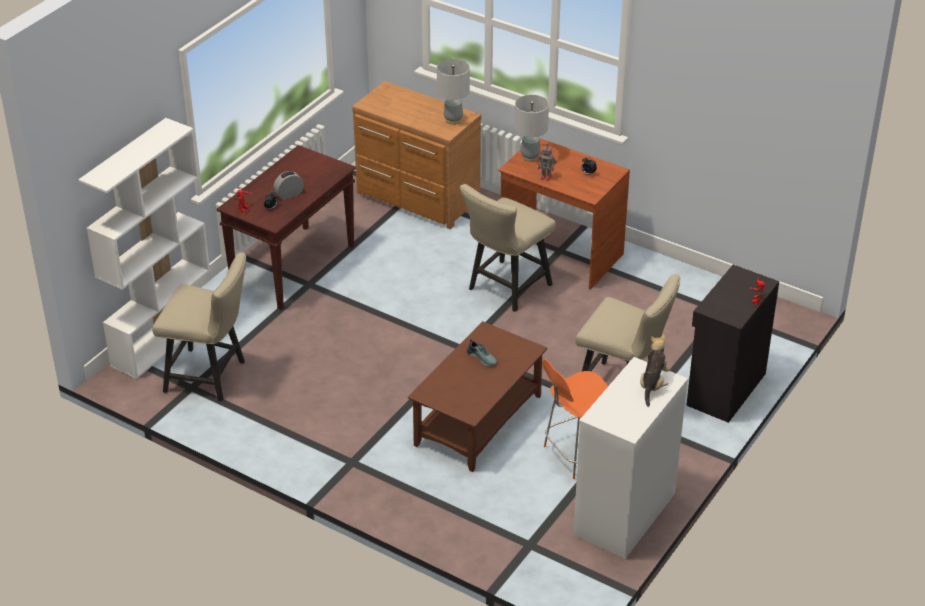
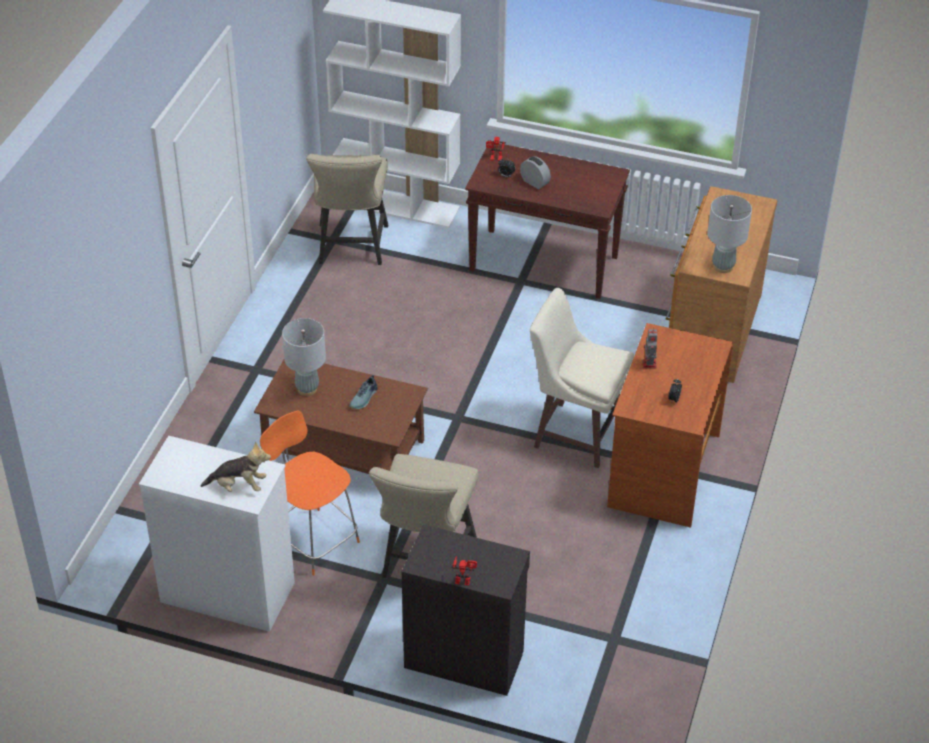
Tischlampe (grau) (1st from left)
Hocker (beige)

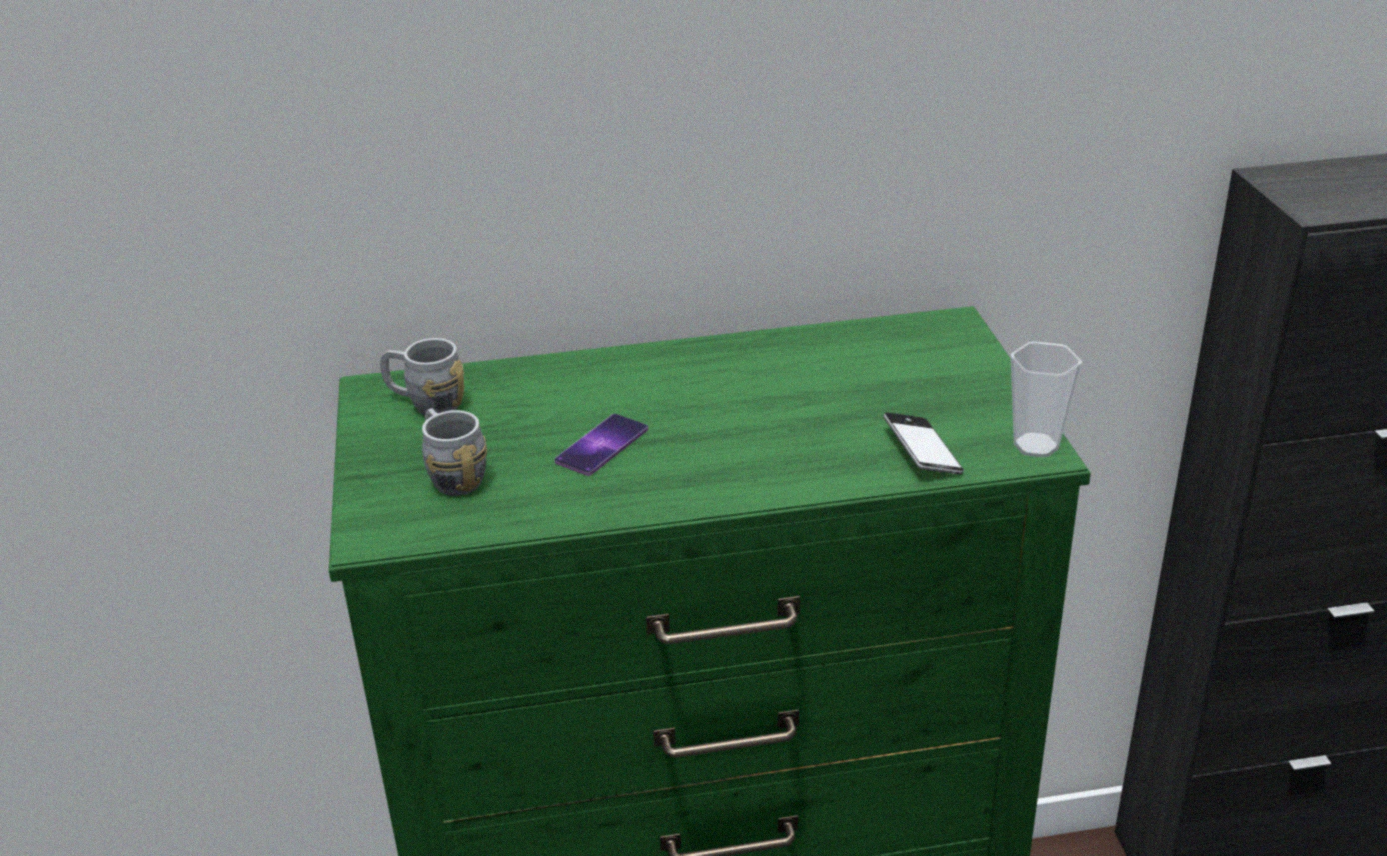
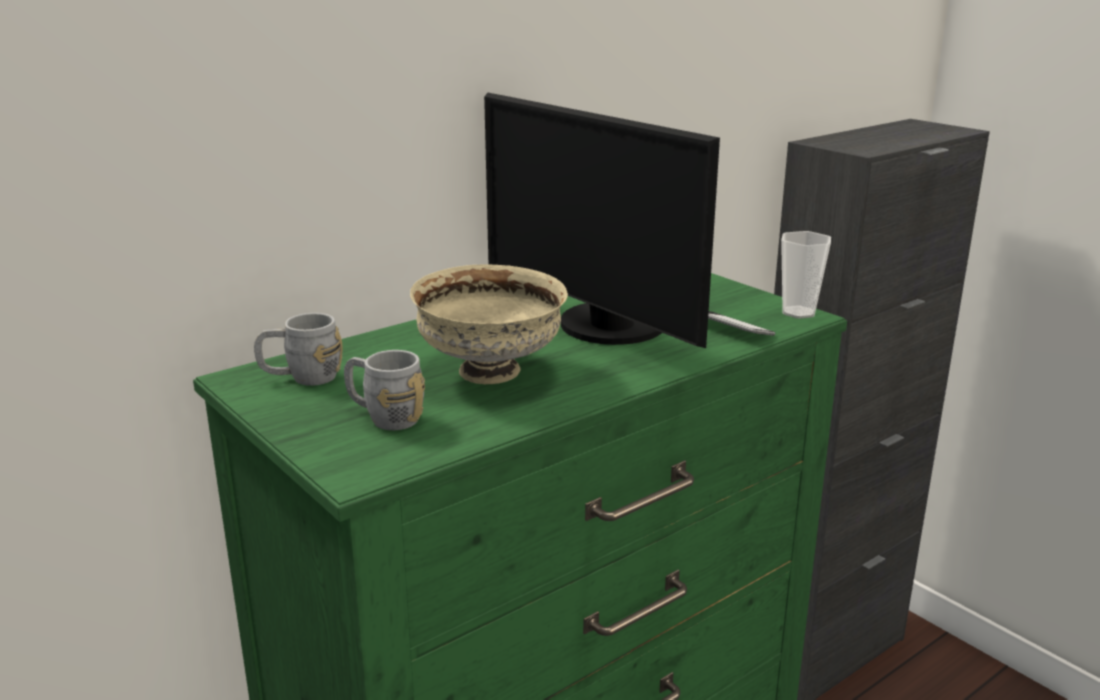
Schüssel (beige)
Monitor

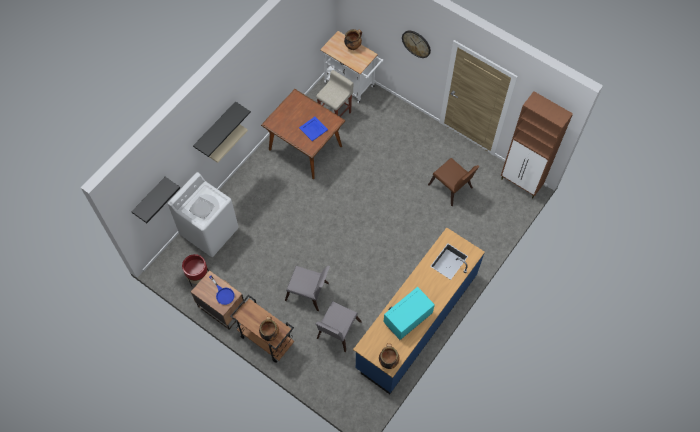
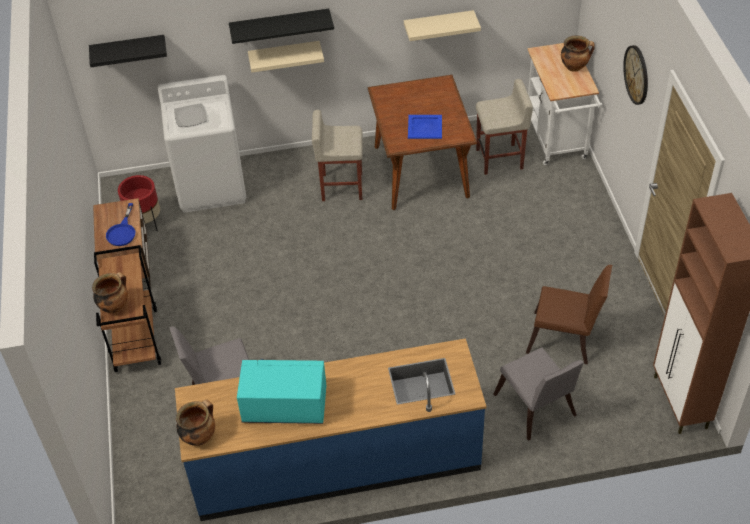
Hocker (beige) (1st from left)
Wandregal (beige) (2nd from left)
Stuhl (grau) (2nd from left)
Stuhl (braun)

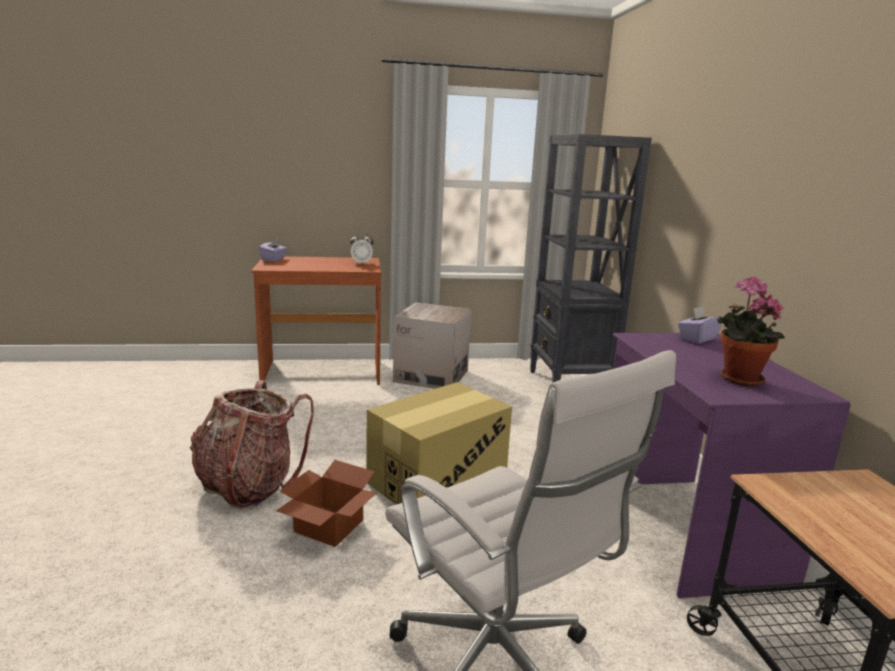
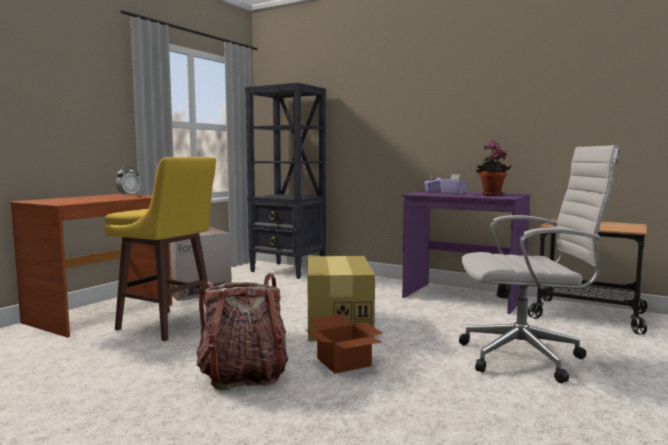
Hocker (gelb)
Taschentuchbox (lila) (2nd from left)

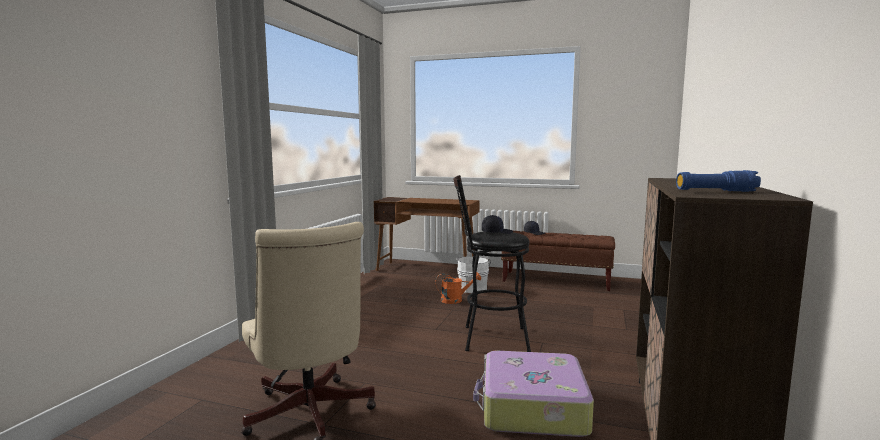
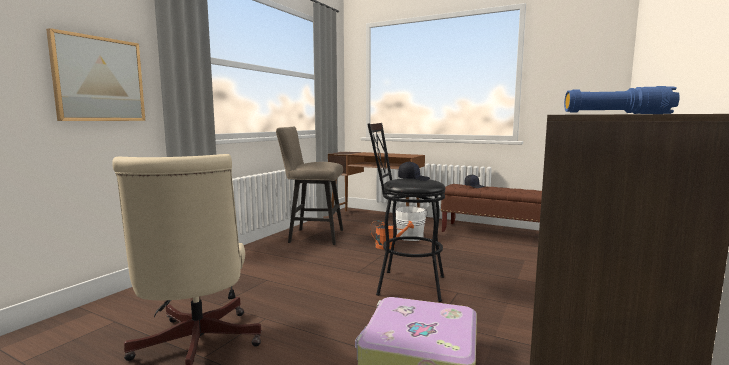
Bild
Hocker (beige)

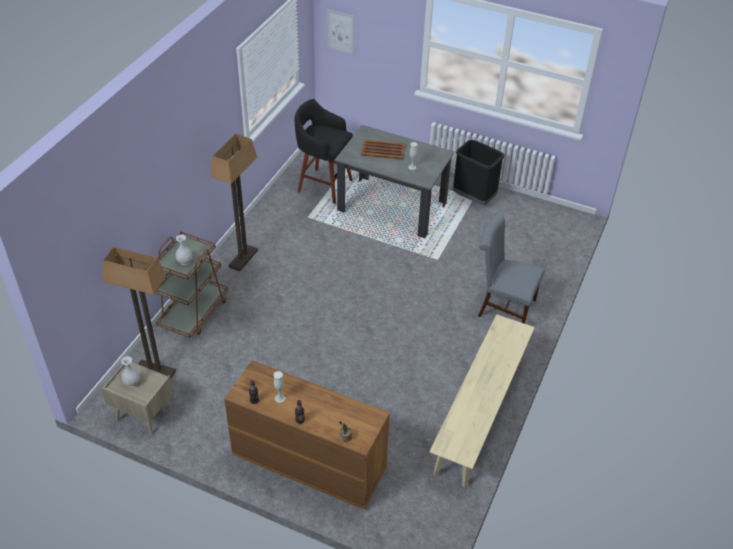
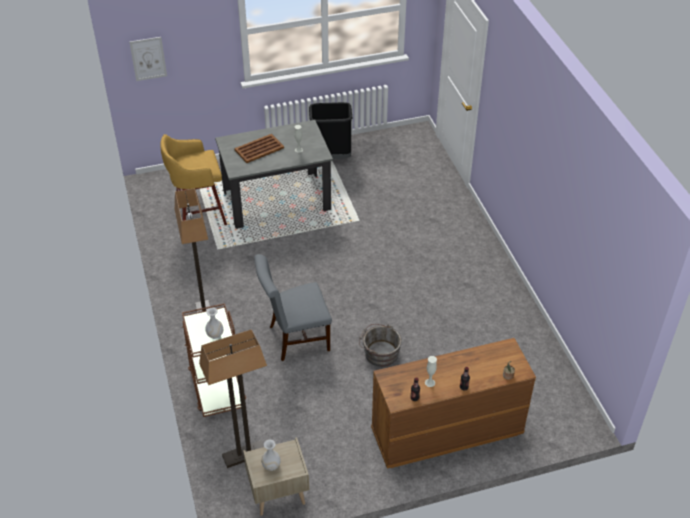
Hocker (gelb)
Stuhl (grau)
Eimer (grau)
Bank (beige)

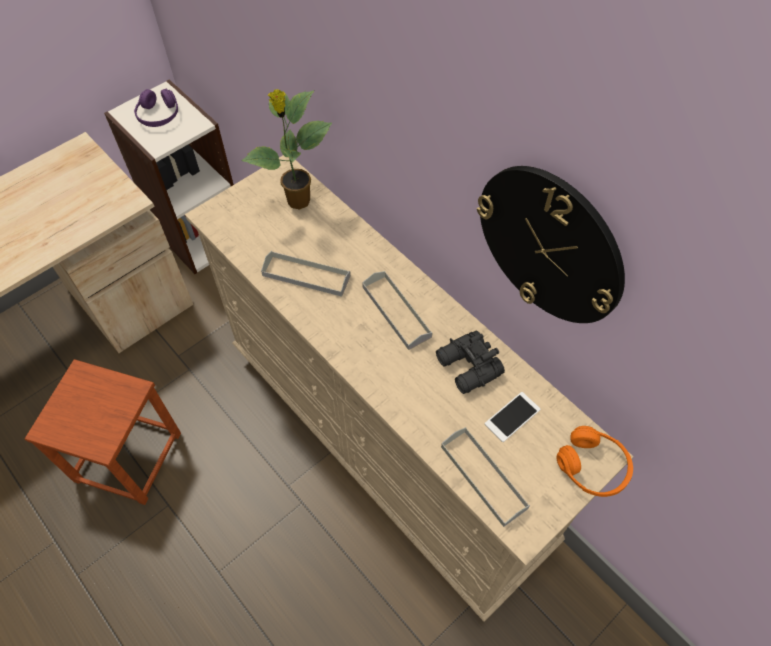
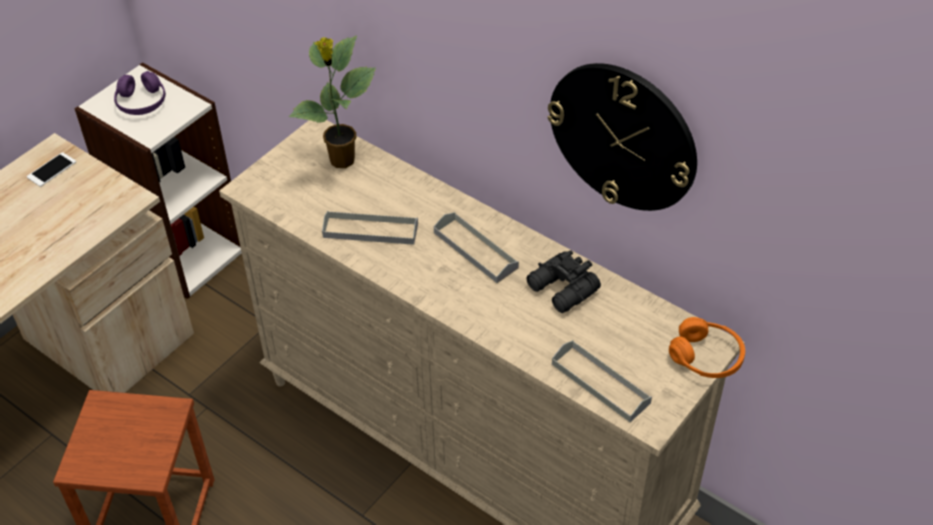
Handy

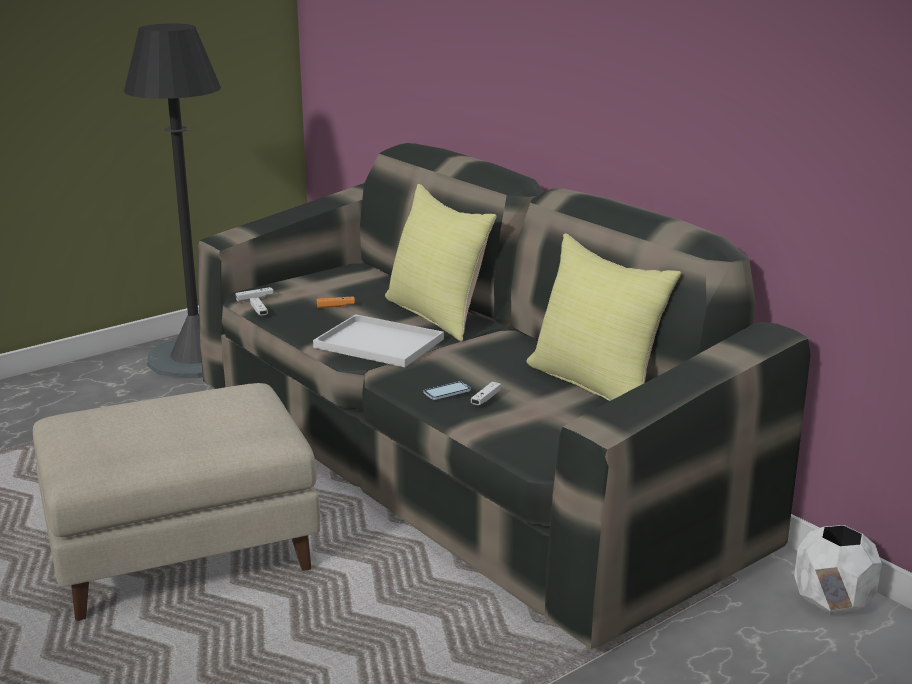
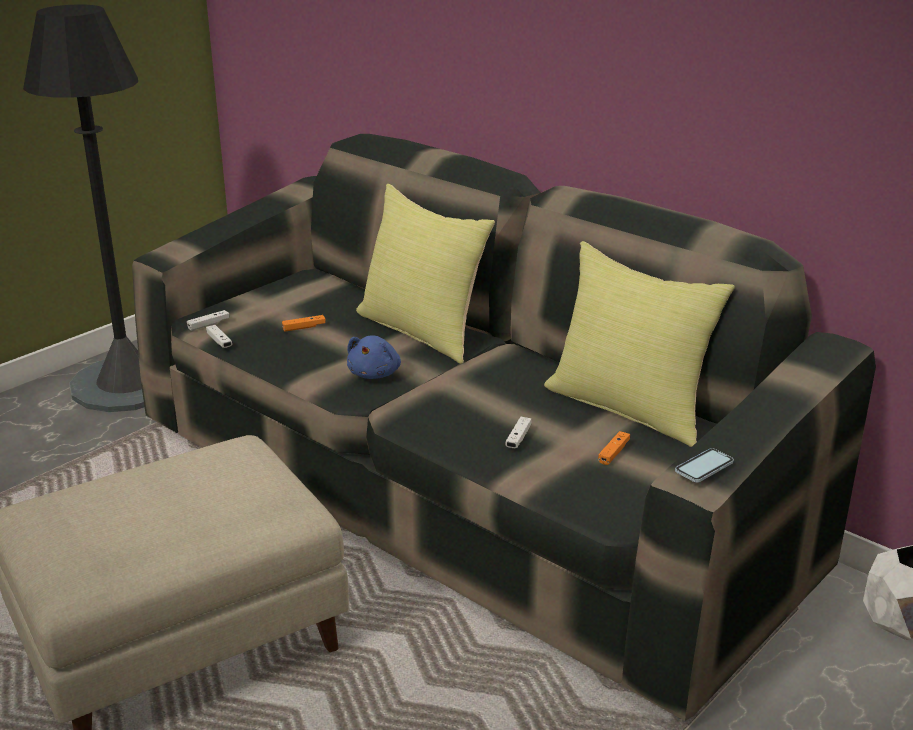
Plüschtier (blau)
Gamepad (orange) (2nd from left)
Handy

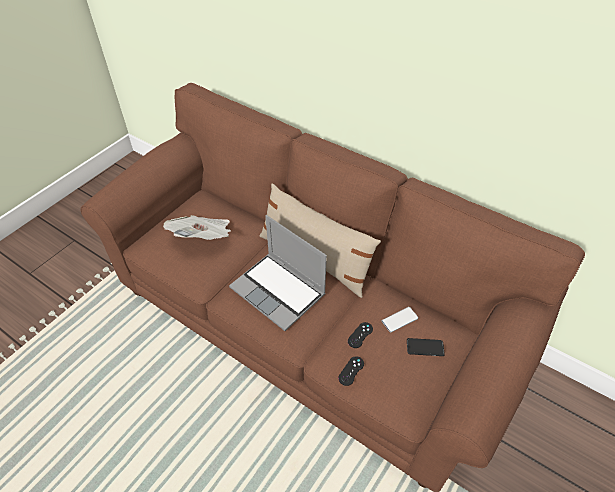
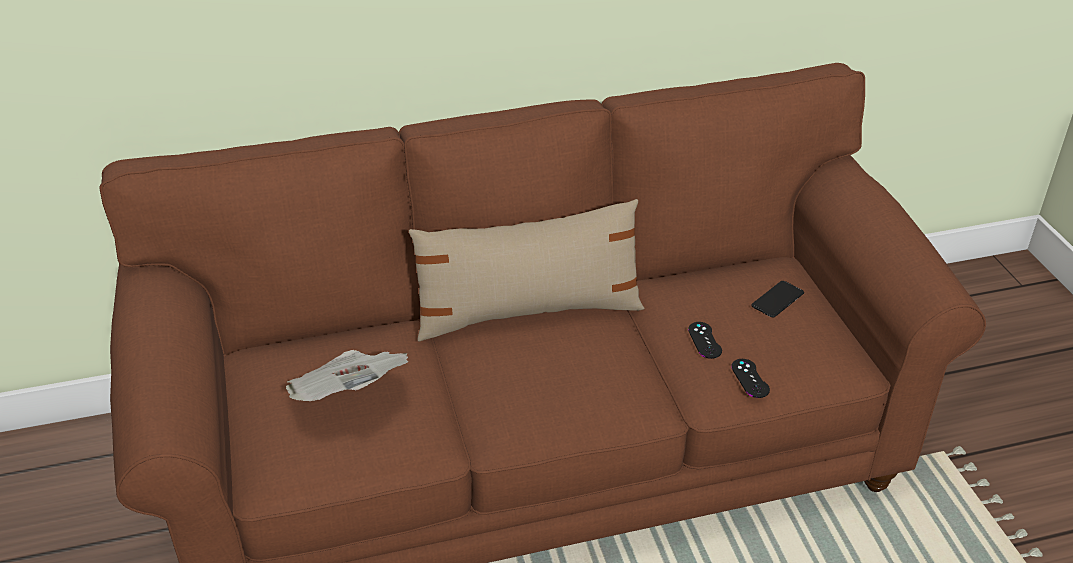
Laptop
Handy (1st from left in the first image)

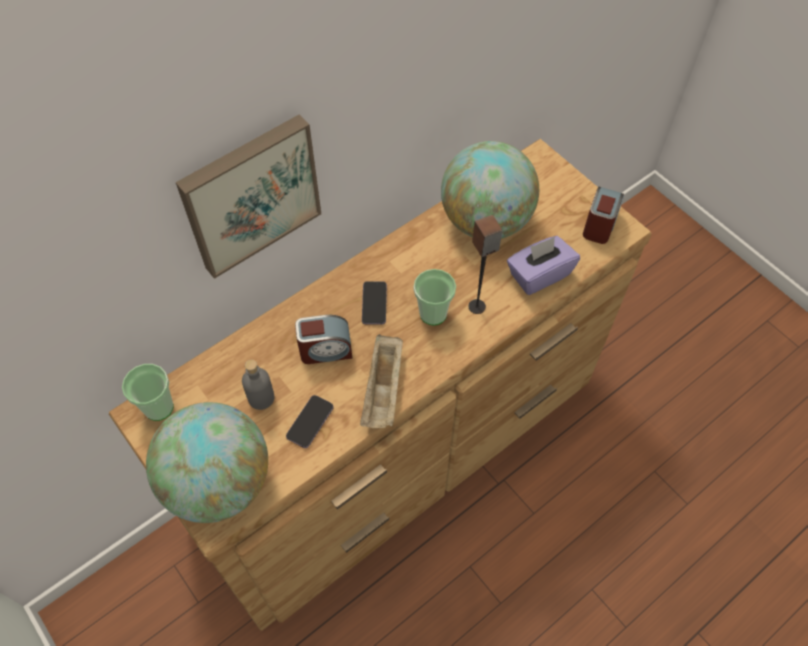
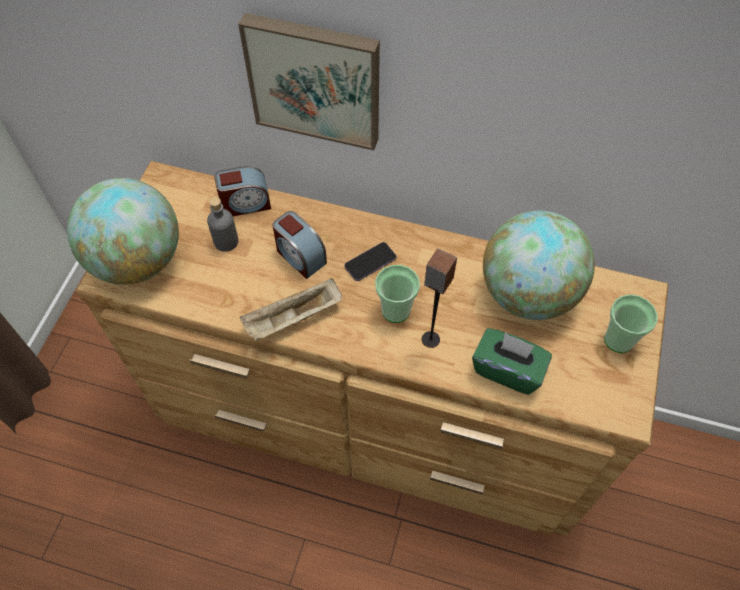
Wecker (1st from left)
Taschentuchbox (grün)
Tasse (2nd from left)
Handy (1st from left in the first image)

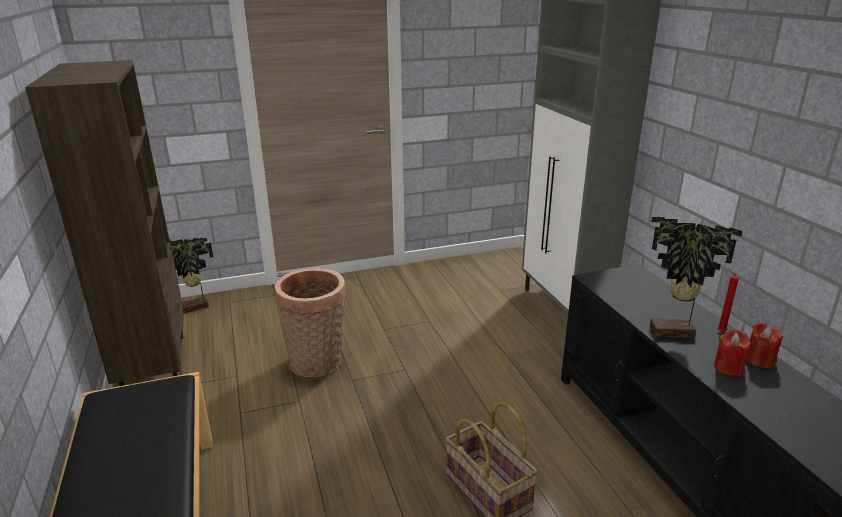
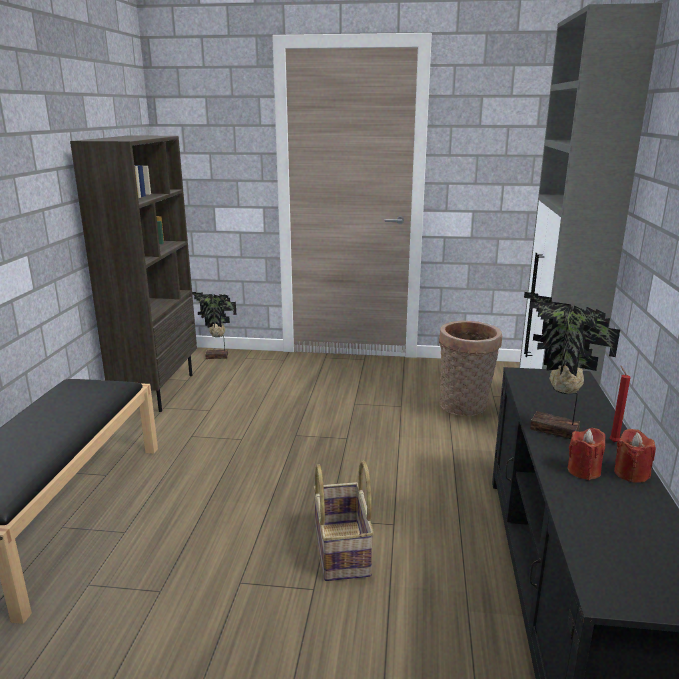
Korb (2nd from left)

